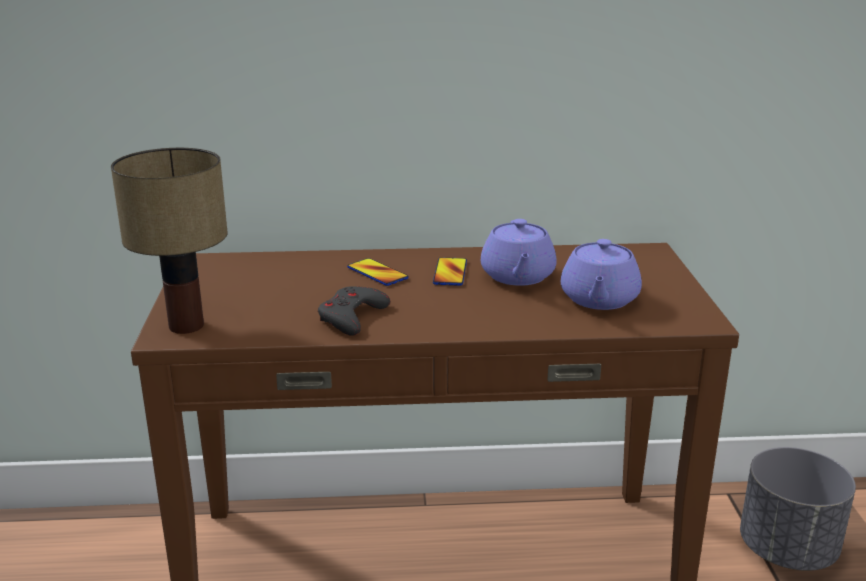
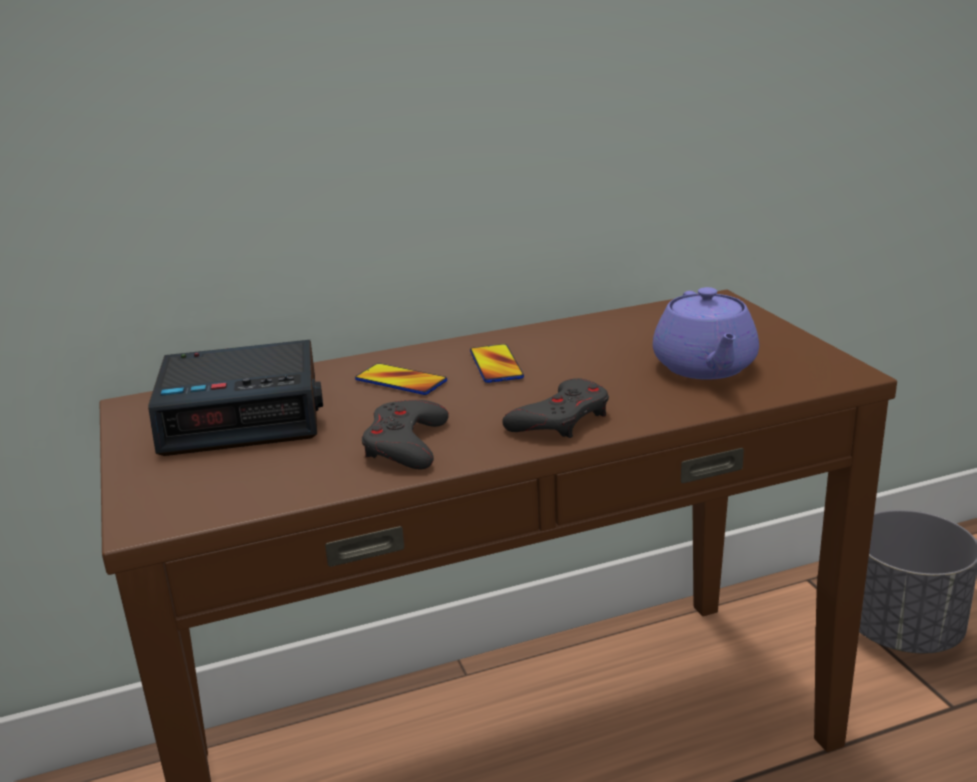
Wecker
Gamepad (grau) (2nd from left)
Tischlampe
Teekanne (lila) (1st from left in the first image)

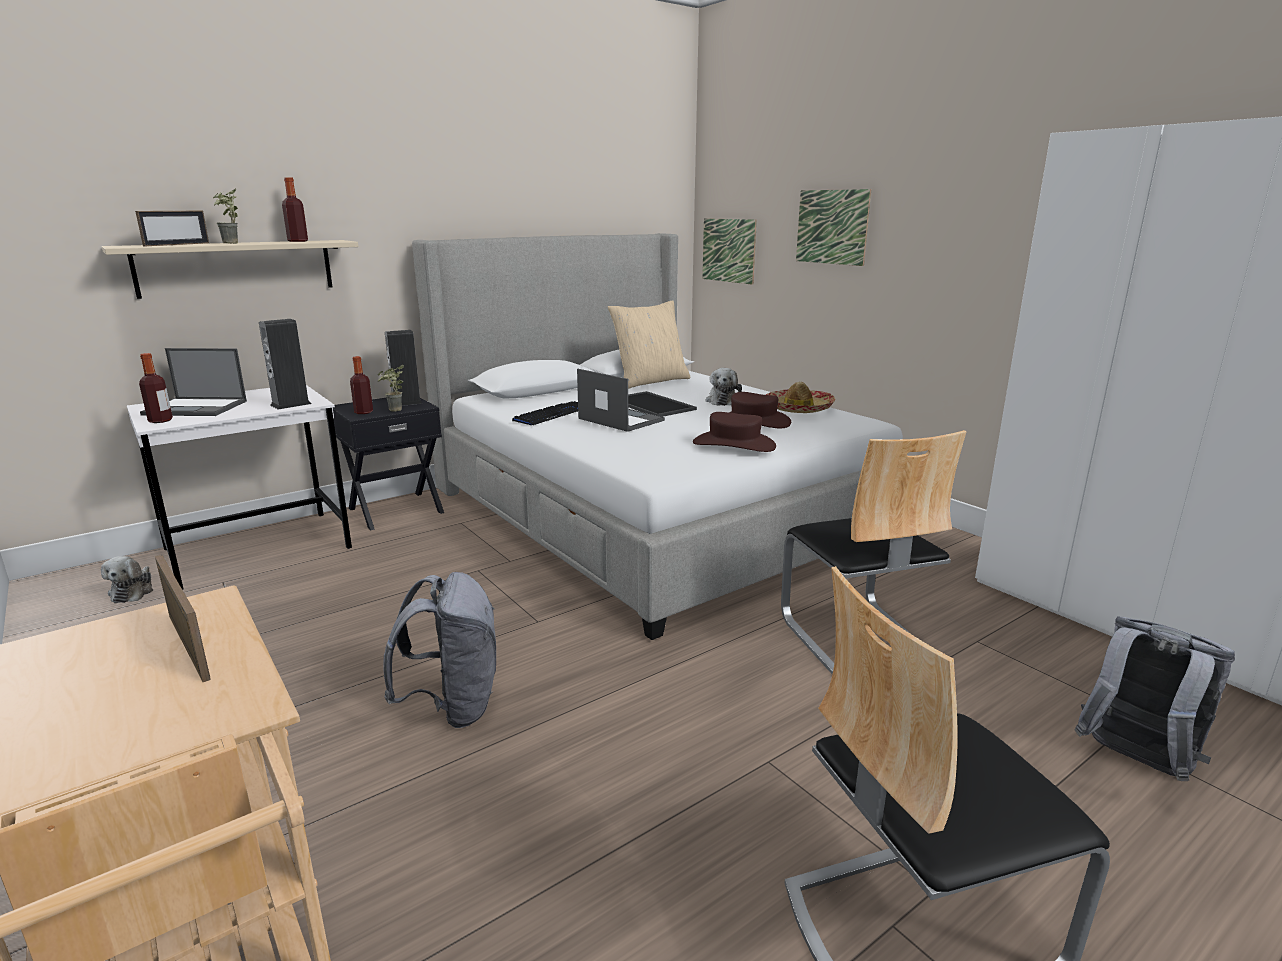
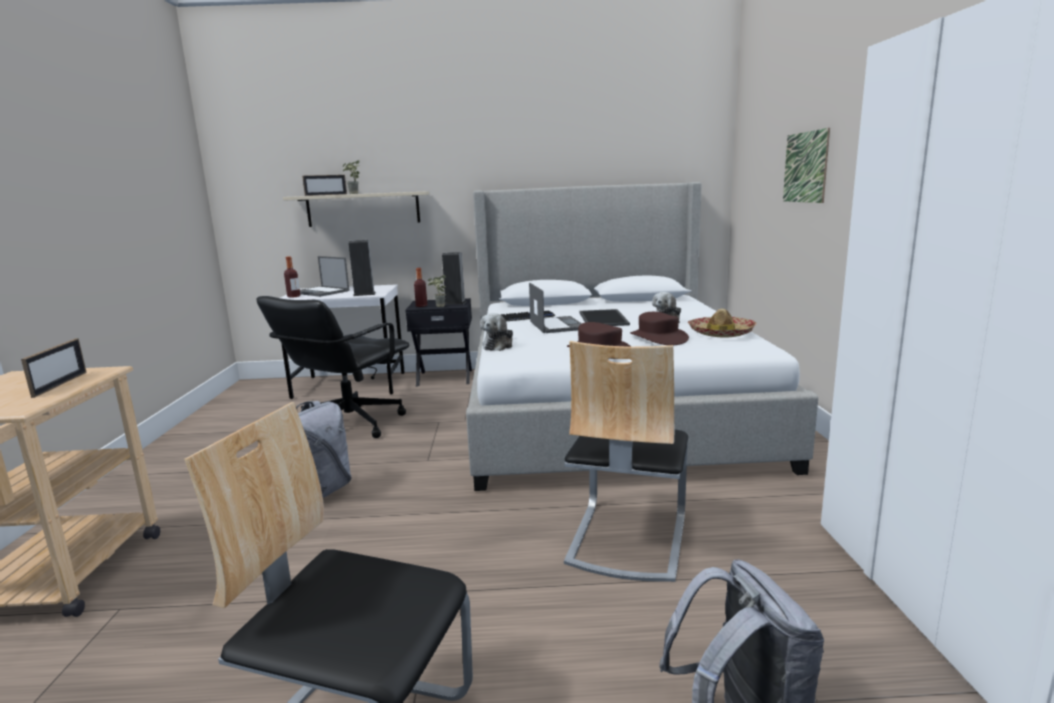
Bürostuhl (schwarz)
Plüschtier (1st from left)
Flasche (2nd from left in the first image)
Kissen (beige)
Bild (1st from left in the first image)

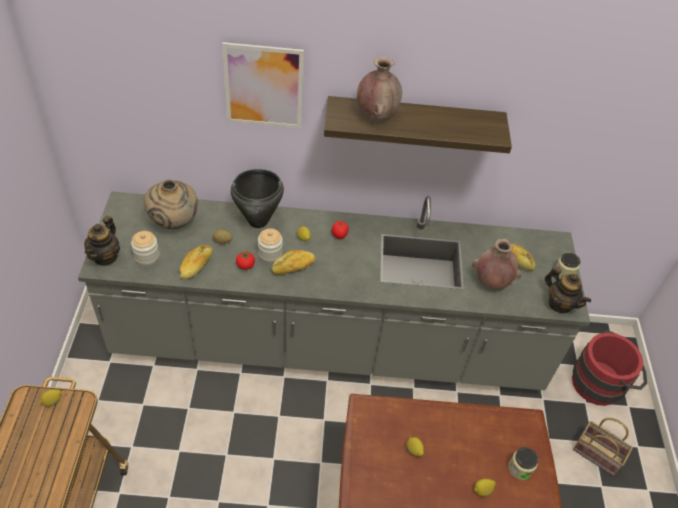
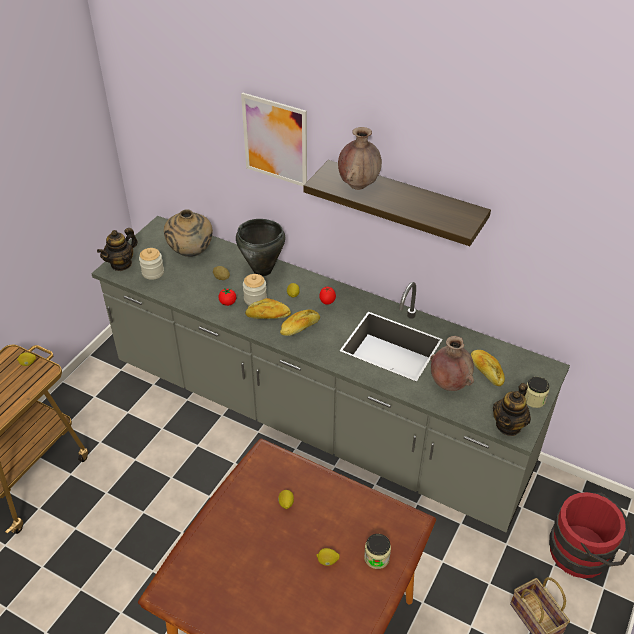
Brot (2nd from left)
Teekanne (2nd from left)

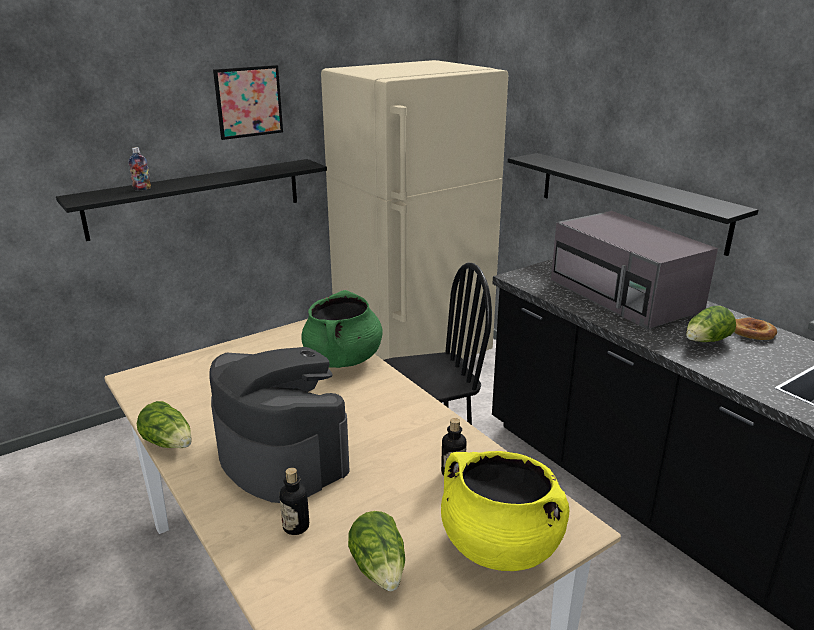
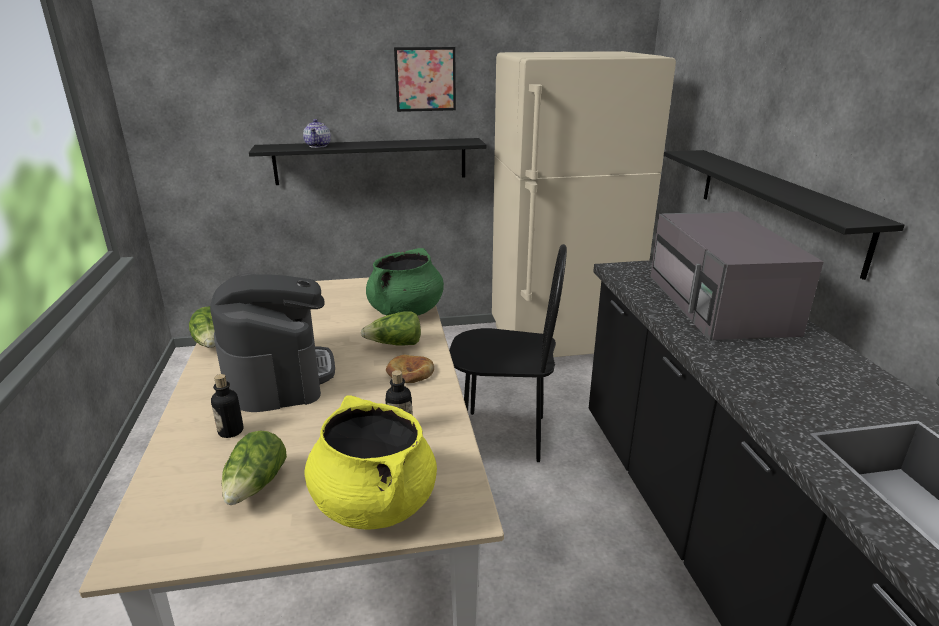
Teekanne
Salatkopf (3rd from left)
Brot

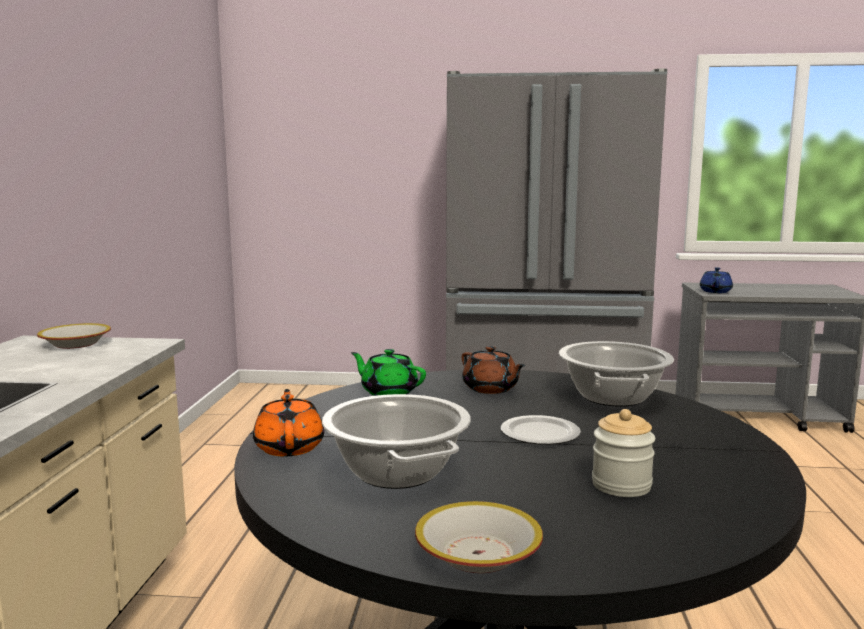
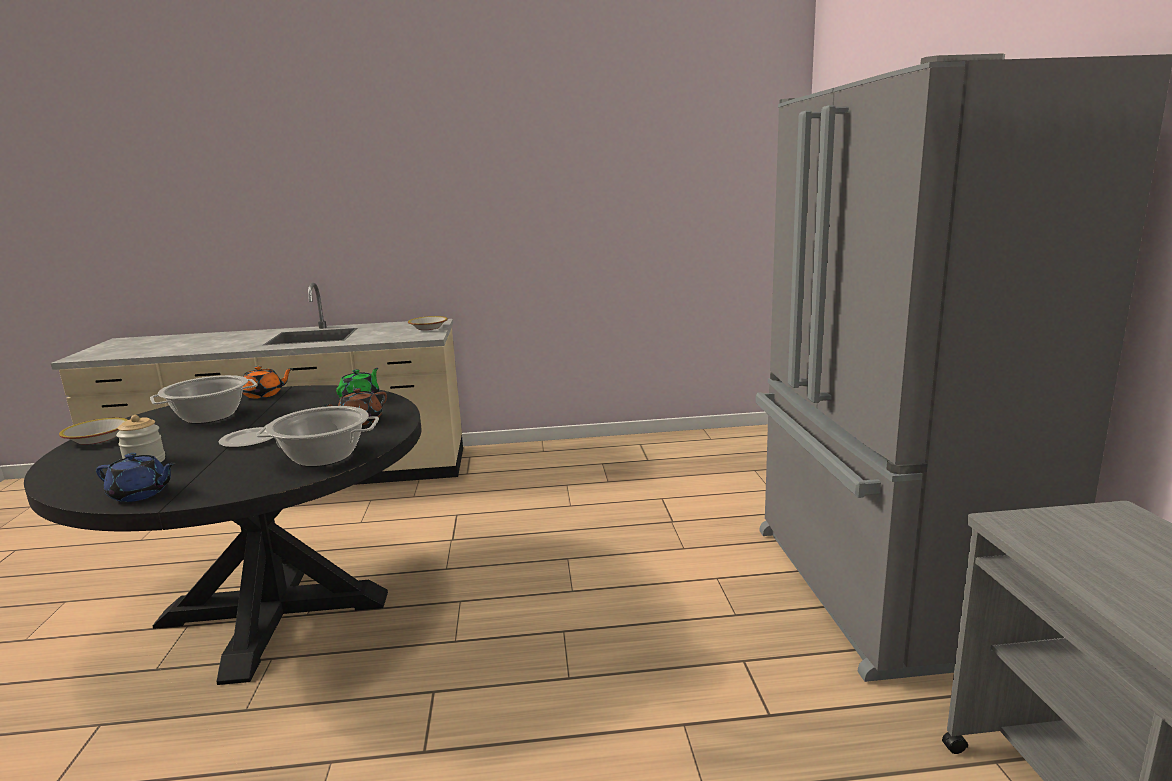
Teekanne (blau)

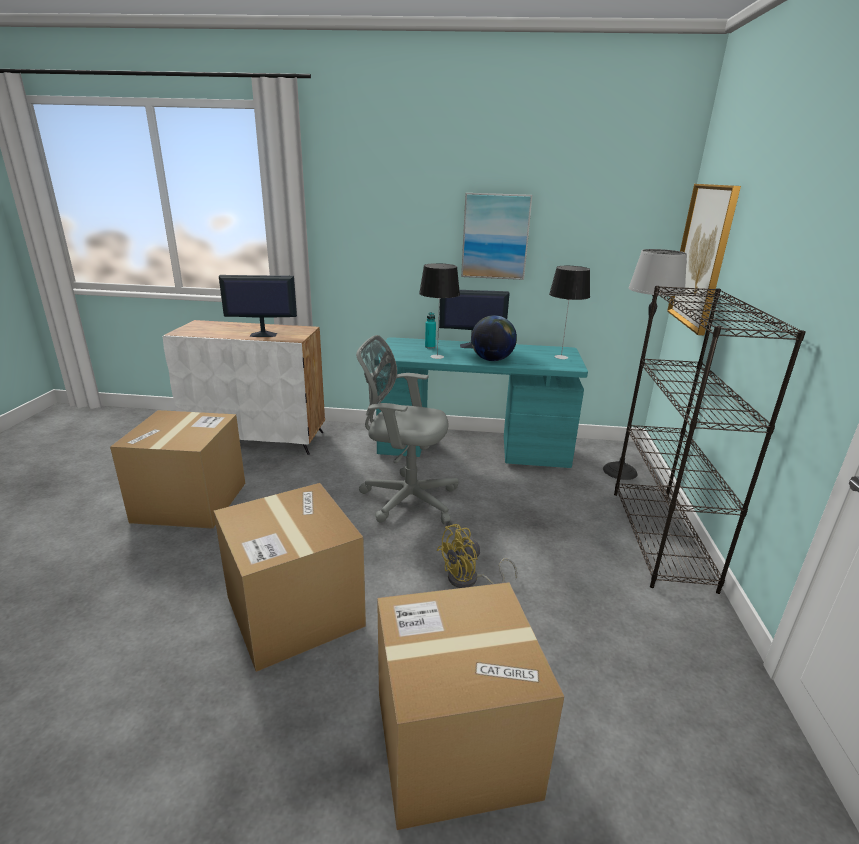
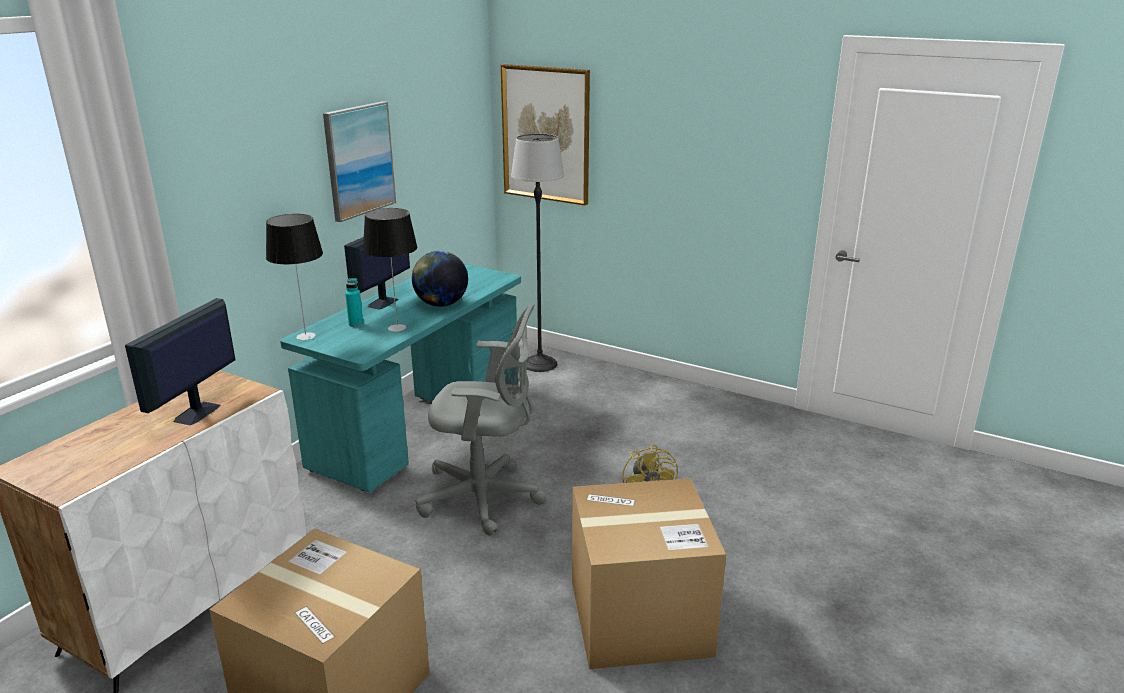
Tischlampe (1st from left)
Bürostuhl (grau)
Karton (3rd from left in the first image)
Bücherregal (schwarz)

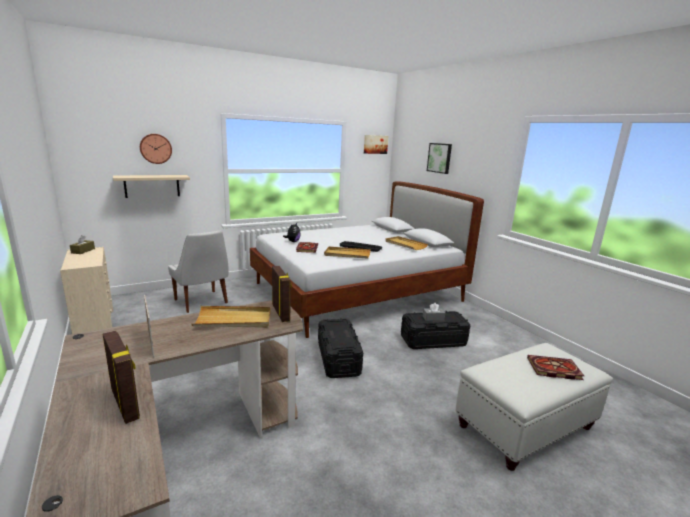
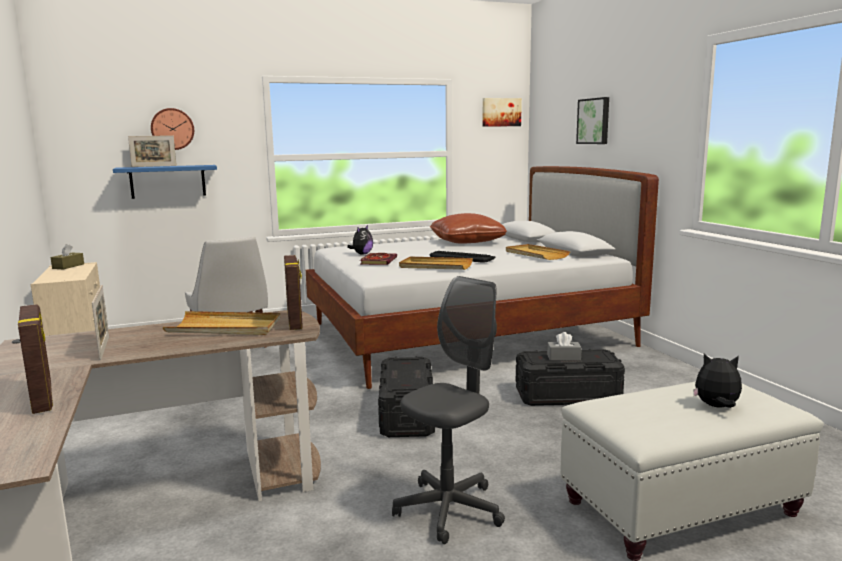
Wandregal (blau)
Bilderrahmen (3rd from left)
Bürostuhl (grau)
Kissen (braun)
Plüschtier (2nd from left)

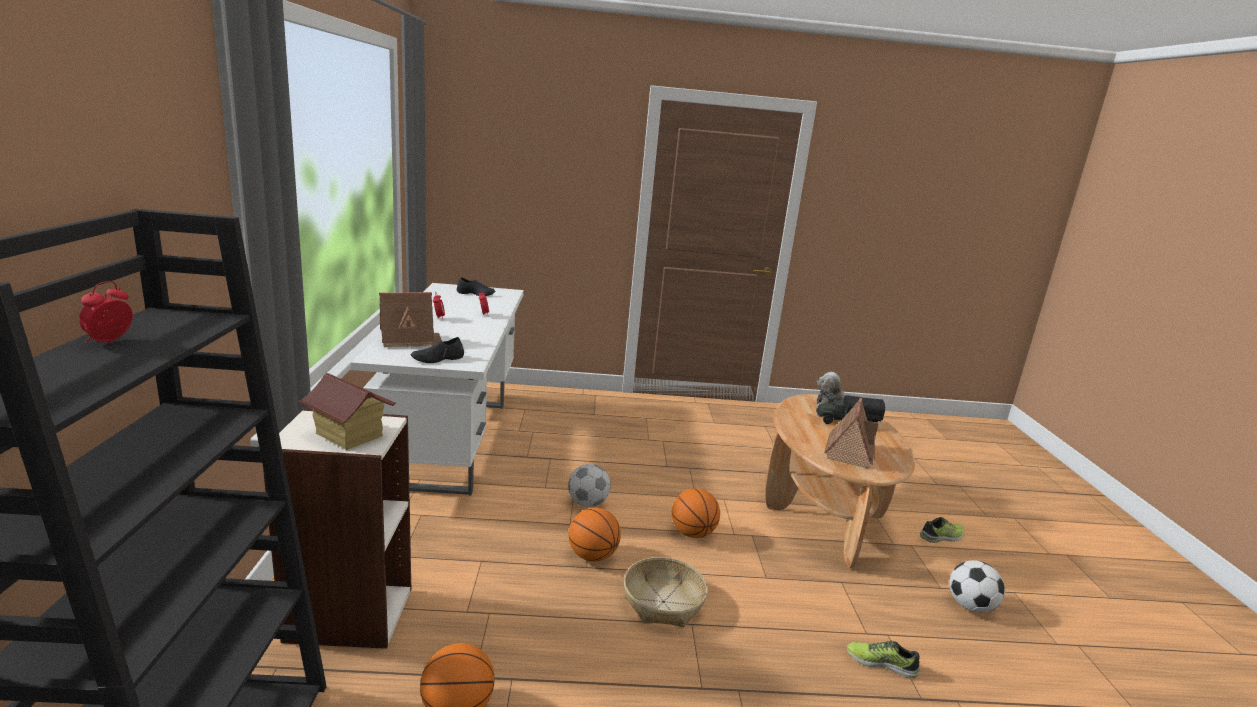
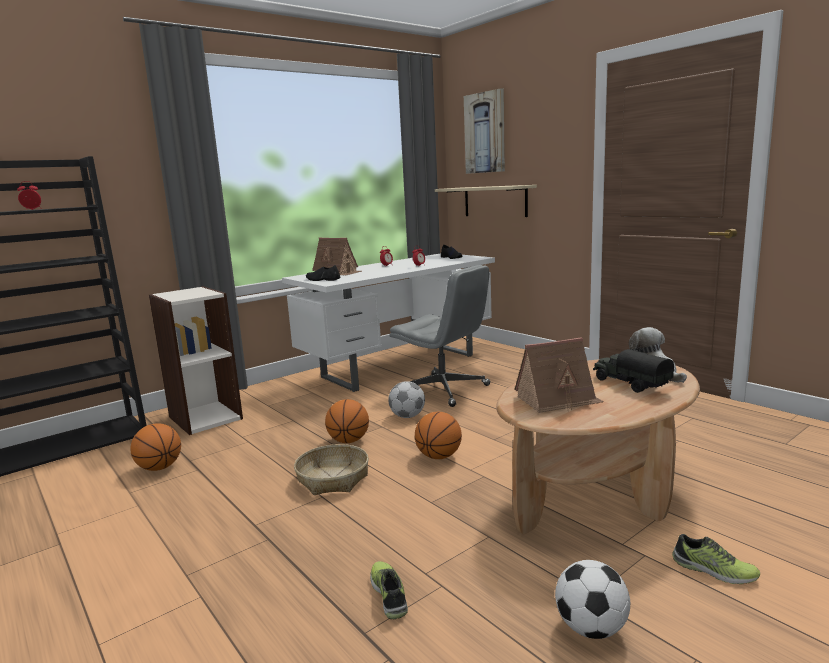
Bürostuhl (grau)
Wandregal (beige)
Bild
Spielzeughaus (1st from left in the first image)

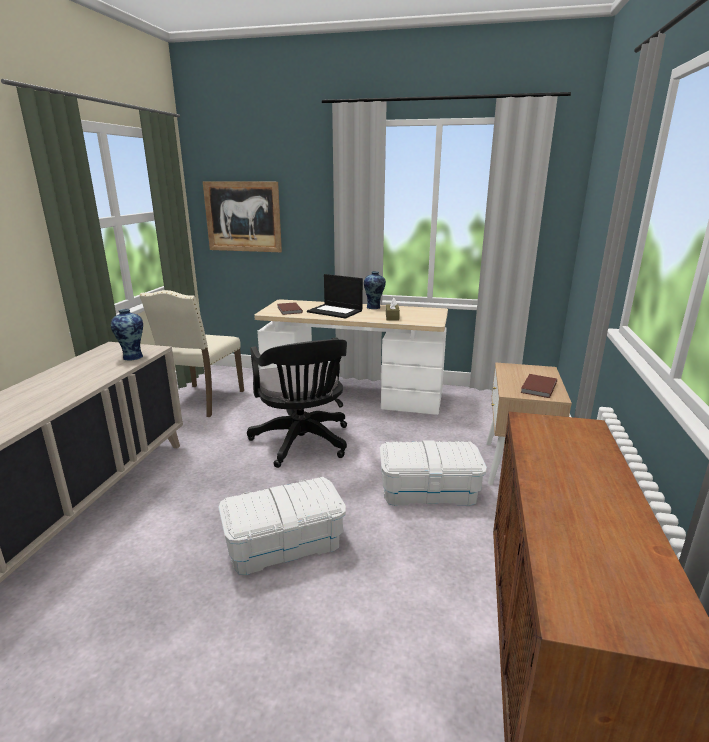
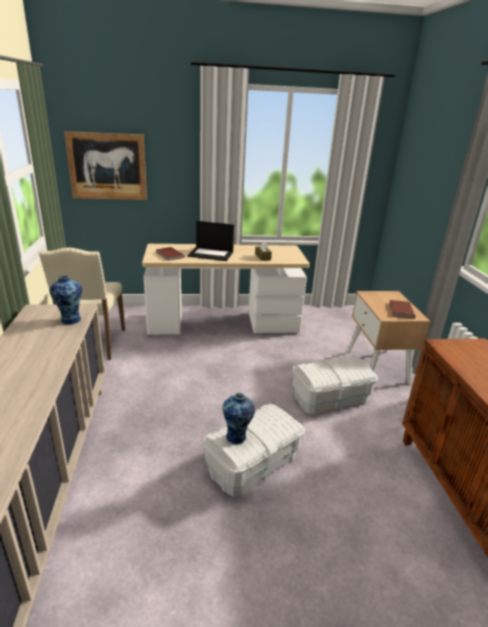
Vase (2nd from left)
Bürostuhl (schwarz)

